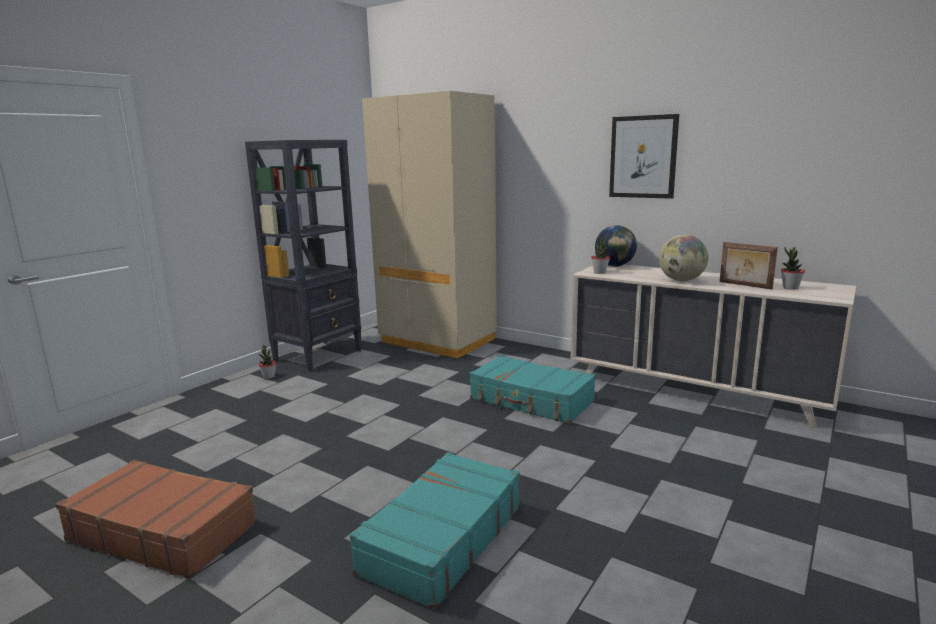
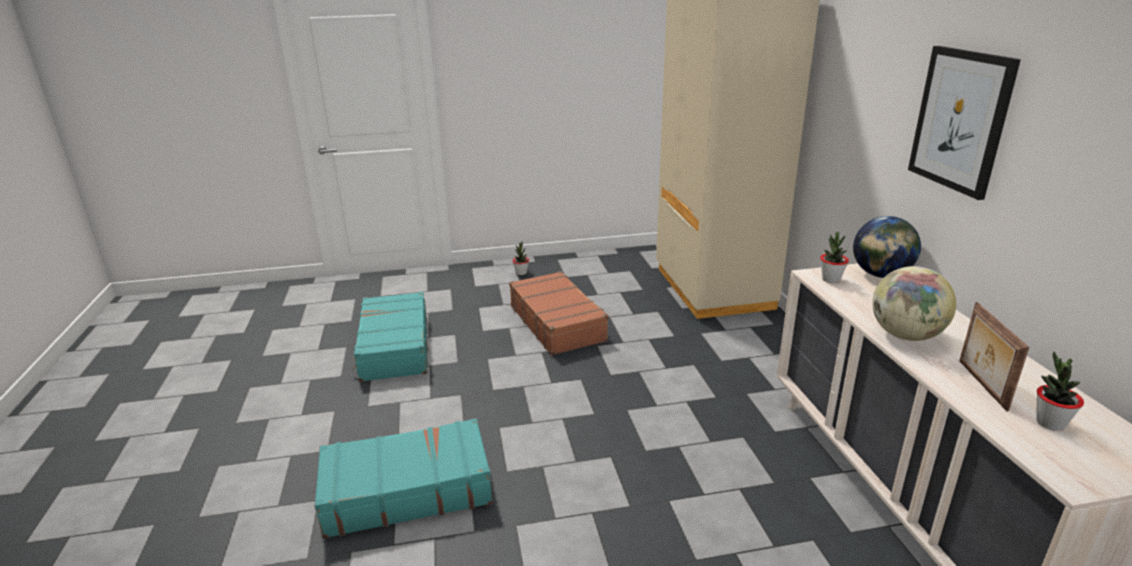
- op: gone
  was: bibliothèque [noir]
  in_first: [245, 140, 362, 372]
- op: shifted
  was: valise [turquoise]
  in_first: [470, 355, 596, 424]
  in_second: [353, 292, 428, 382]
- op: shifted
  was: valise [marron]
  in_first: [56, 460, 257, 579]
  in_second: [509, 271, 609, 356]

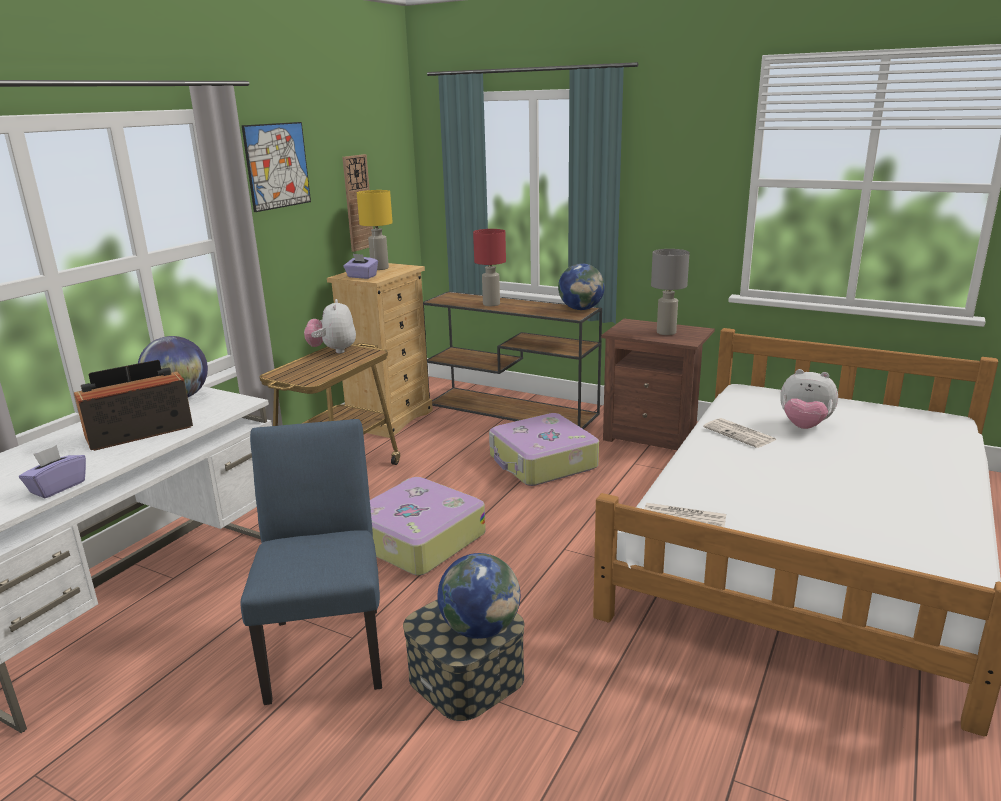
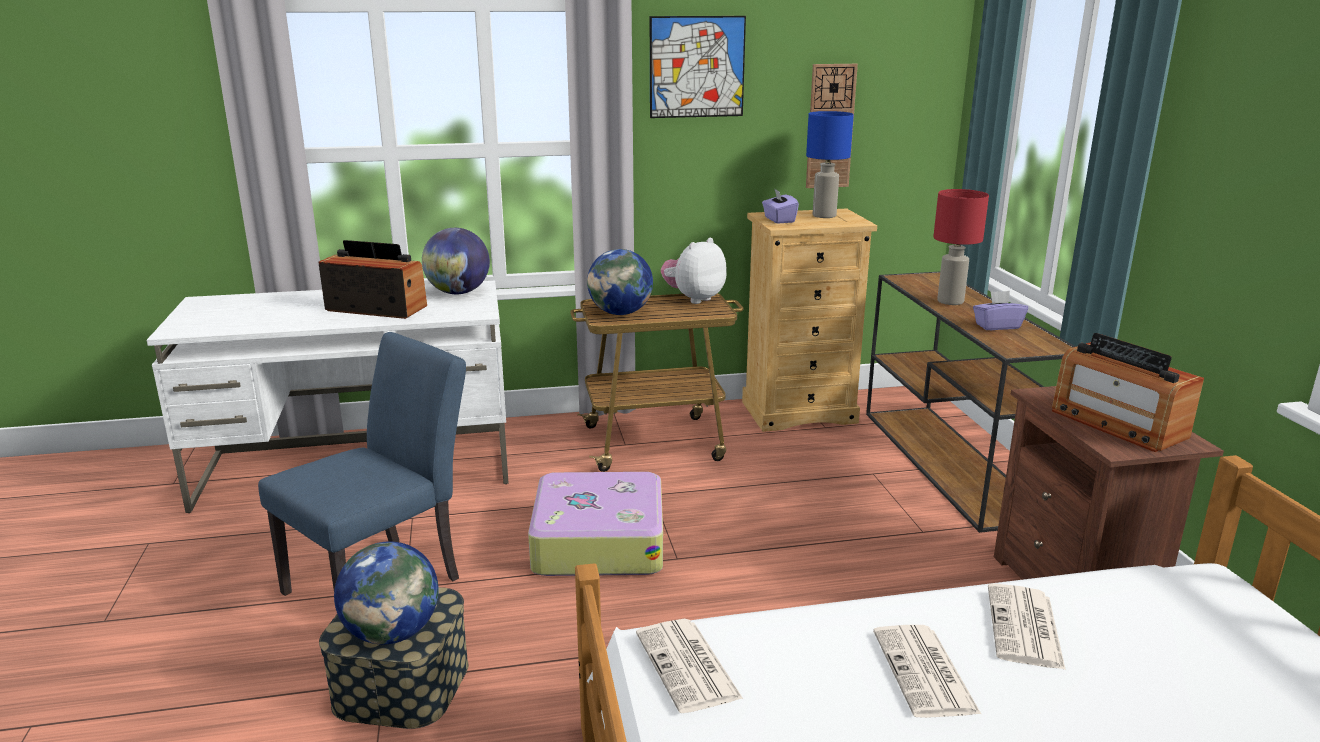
- op: repainted
  was: lampe de table [jaune]
  now: lampe de table [bleu]
  in_first: [357, 190, 393, 270]
  in_second: [806, 111, 854, 218]
- op: swapped
  was: lampe de table [gris]
  now: radio
  in_first: [651, 249, 690, 335]
  in_second: [1052, 333, 1204, 452]
- op: shifted
  was: globe
  in_first: [558, 263, 605, 310]
  in_second: [587, 249, 653, 315]
- op: gone
  was: peluche
  in_first: [780, 369, 838, 429]
- op: gone
  was: valise
  in_first: [489, 413, 599, 486]
- op: shifted
  was: boîte à mouchoirs [violet]
  in_first: [19, 445, 86, 498]
  in_second: [973, 291, 1028, 330]
- op: new
  now: journal
  in_second: [873, 625, 981, 718]

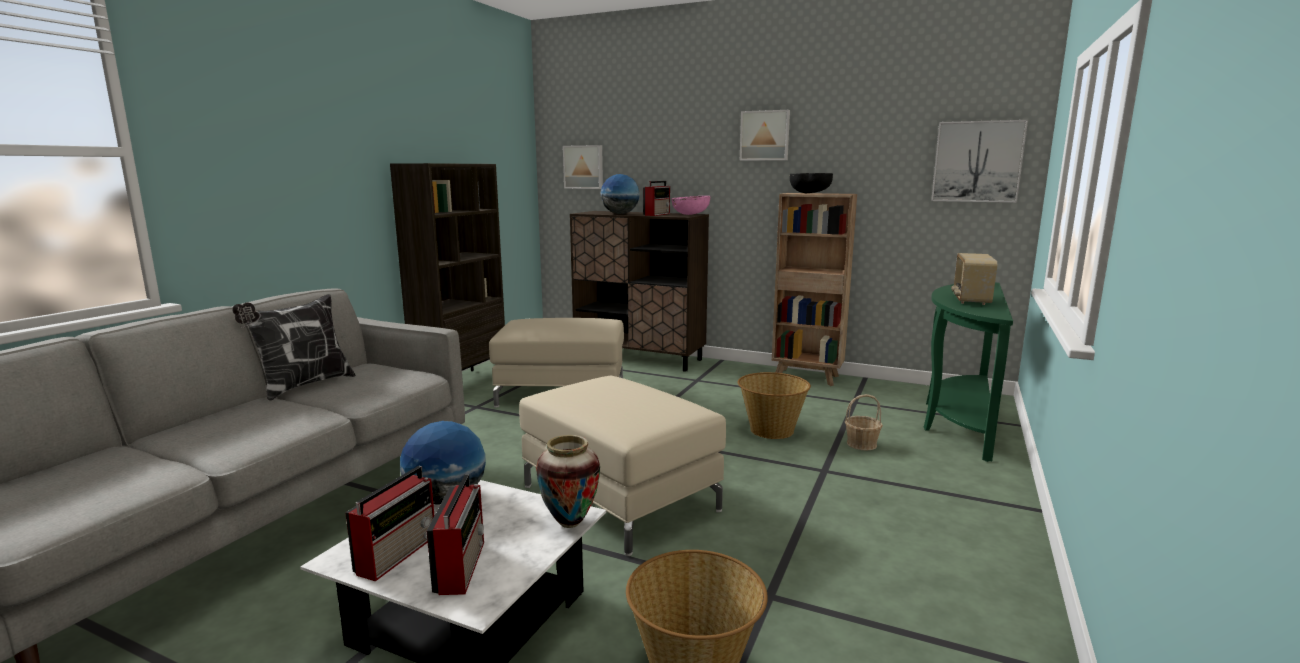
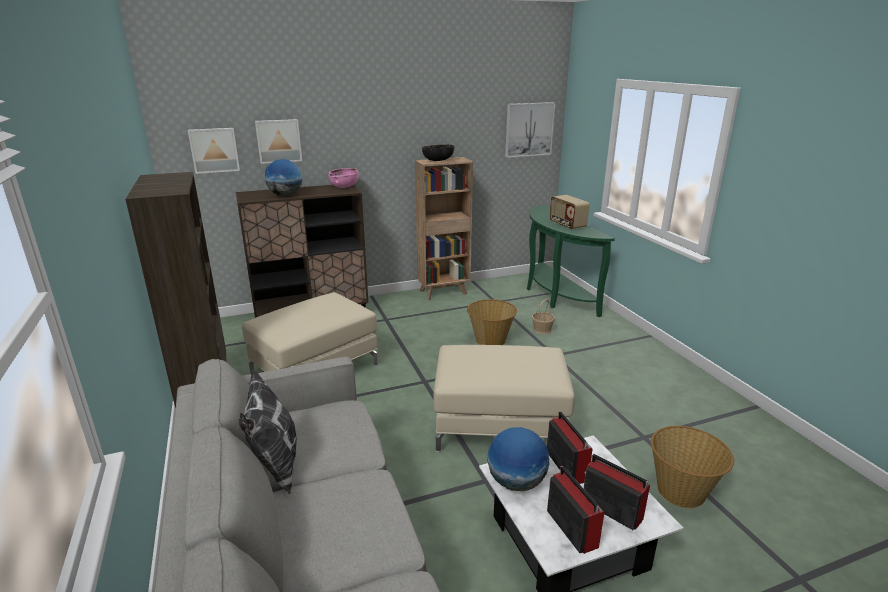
- op: shifted
  was: tableau
  in_first: [740, 110, 790, 161]
  in_second: [255, 119, 302, 164]
- op: shifted
  was: radio
  in_first: [643, 181, 670, 216]
  in_second: [547, 411, 593, 484]
- op: gone
  was: vase
  in_first: [536, 435, 600, 528]

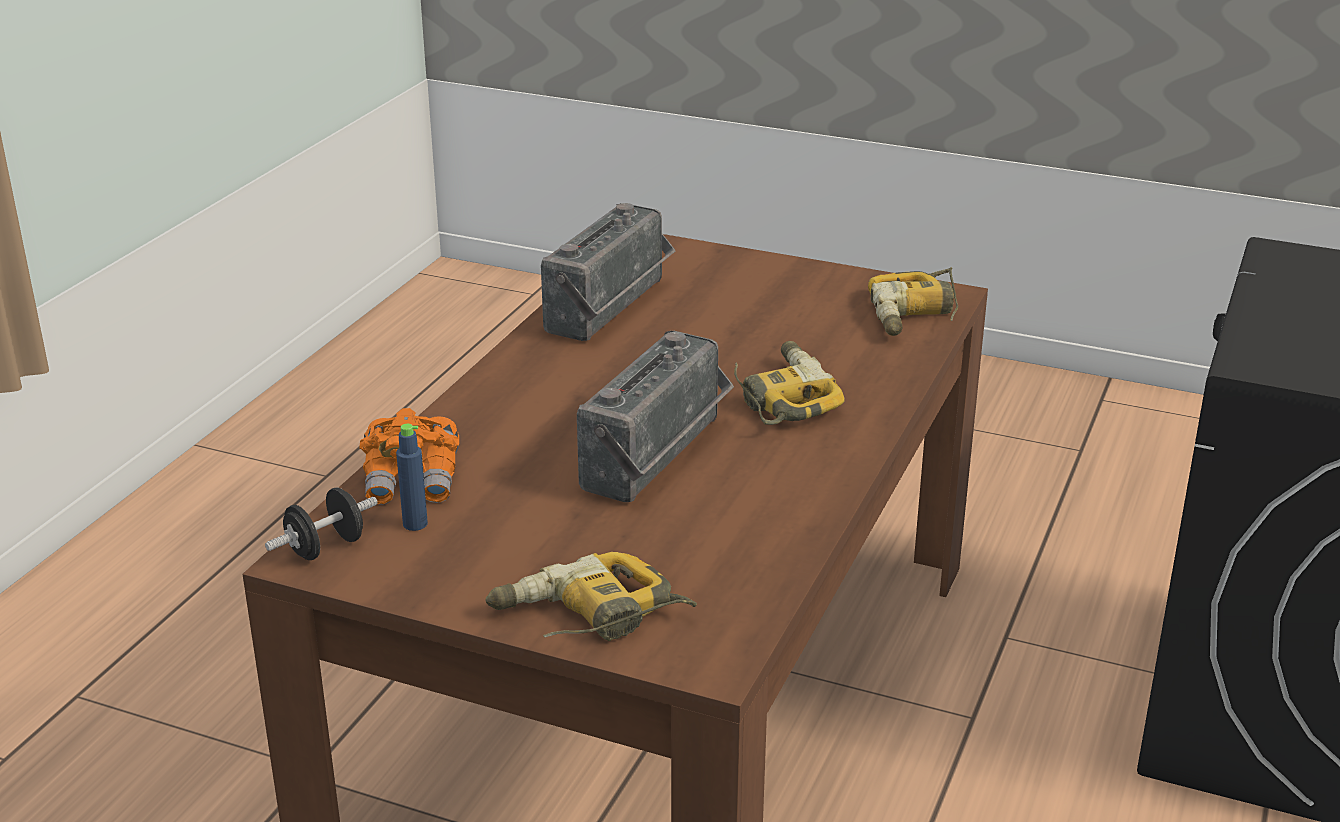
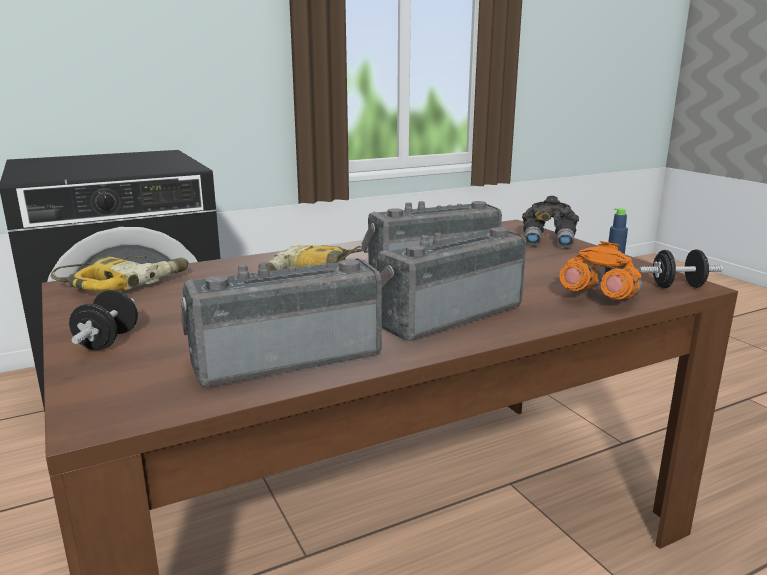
- op: swapped
  was: perceuse
  now: jumelles [gris]
  in_first: [485, 552, 697, 641]
  in_second: [522, 196, 579, 248]
- op: new
  now: radio
  in_second: [377, 227, 526, 341]
- op: new
  now: haltère [noir]
  in_second: [69, 290, 138, 350]

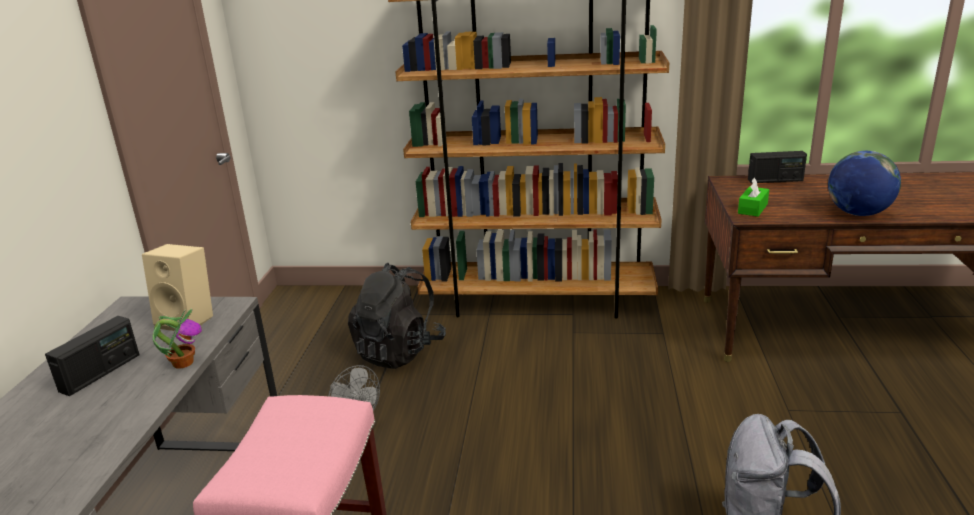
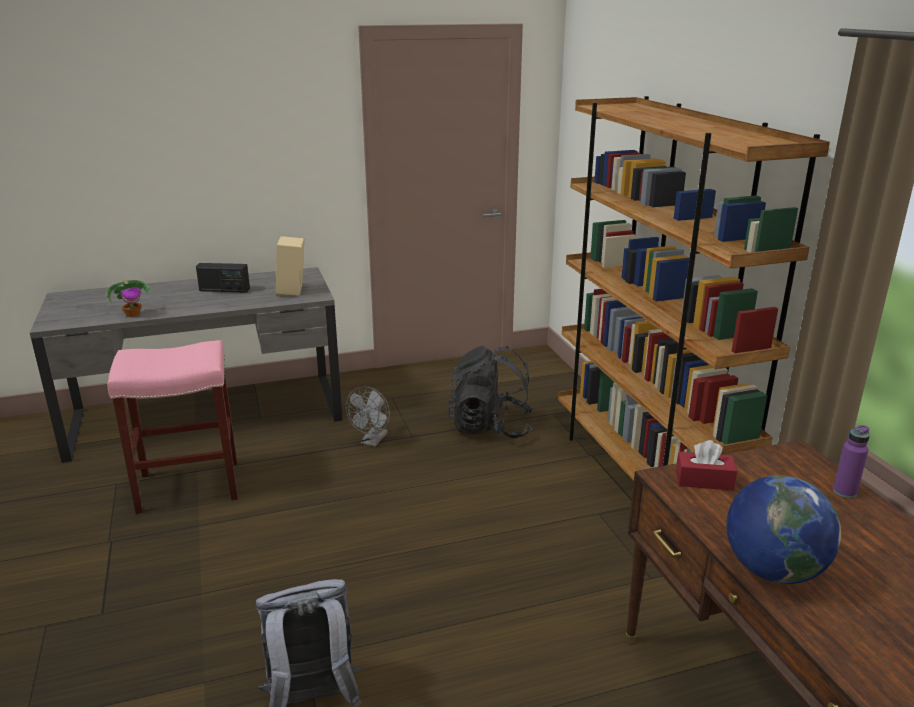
- op: swapped
  was: radio
  now: bouteille [violet]
  in_first: [748, 151, 807, 183]
  in_second: [833, 425, 870, 498]
- op: repainted
  was: boîte à mouchoirs [vert]
  now: boîte à mouchoirs [rouge]
  in_first: [738, 178, 769, 217]
  in_second: [676, 440, 737, 491]
- op: shifted
  was: plante en pot
  in_first: [152, 309, 202, 369]
  in_second: [106, 280, 152, 317]

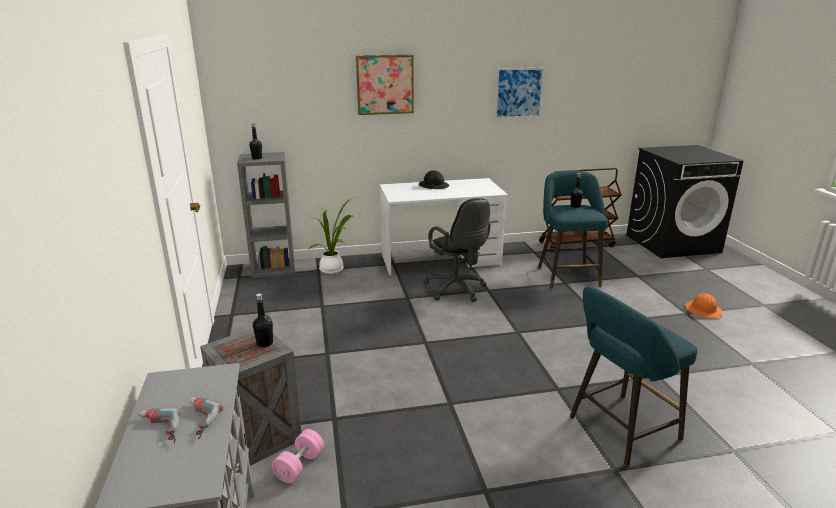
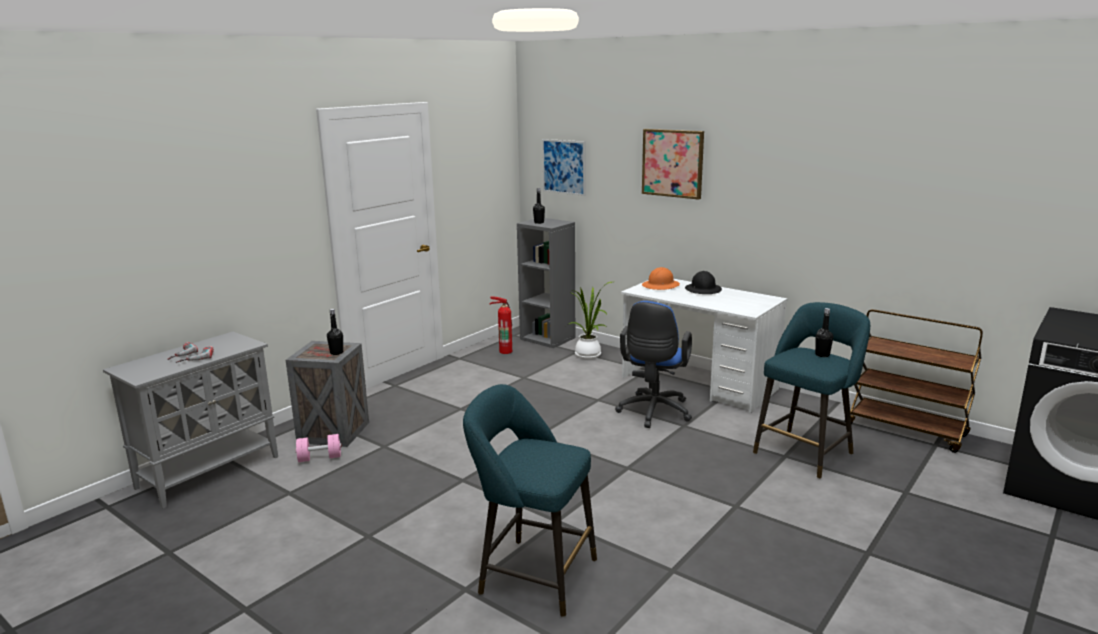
- op: shifted
  was: tableau
  in_first: [495, 68, 544, 119]
  in_second: [542, 139, 585, 196]
- op: repainted
  was: chaise de bureau [noir]
  now: chaise de bureau [bleu]
  in_first: [423, 198, 491, 302]
  in_second: [615, 301, 692, 428]
- op: shifted
  was: casque de chantier [orange]
  in_first: [685, 293, 723, 319]
  in_second: [642, 267, 680, 290]
- op: new
  now: extincteur
  in_second: [490, 296, 512, 354]

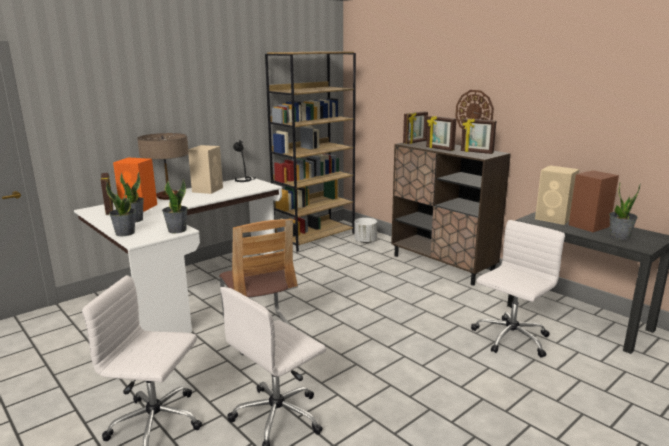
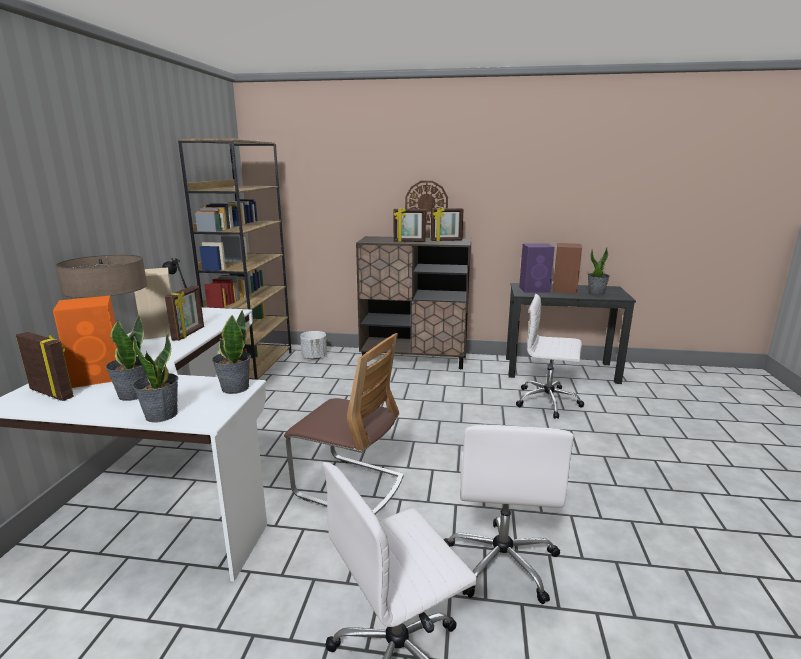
- op: shifted
  was: cadre photo
  in_first: [403, 111, 428, 144]
  in_second: [165, 286, 204, 341]
- op: repainted
  was: enceinte [beige]
  now: enceinte [violet]
  in_first: [535, 165, 579, 225]
  in_second: [519, 243, 555, 293]
- op: rotated
  was: chaise de bureau [blanc]
  in_first: [471, 220, 565, 358]
  in_second: [516, 294, 584, 419]
  clockwise: -75

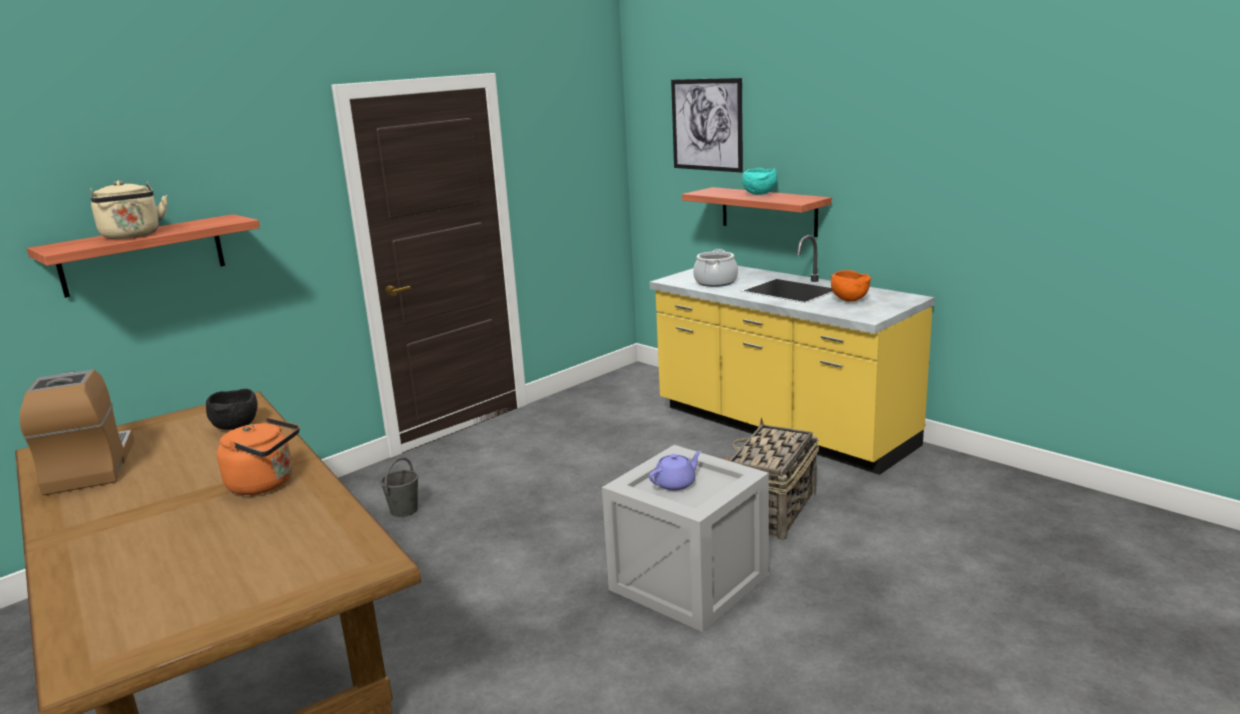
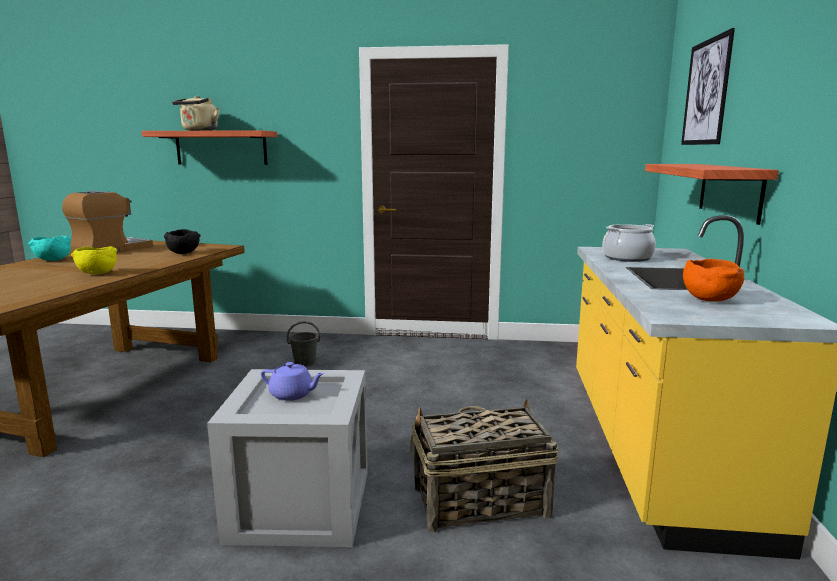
- op: shifted
  was: bol [turquoise]
  in_first: [742, 168, 778, 195]
  in_second: [28, 236, 71, 261]
- op: swapped
  was: bouilloire [orange]
  now: bol [jaune]
  in_first: [217, 417, 300, 495]
  in_second: [71, 246, 117, 275]

